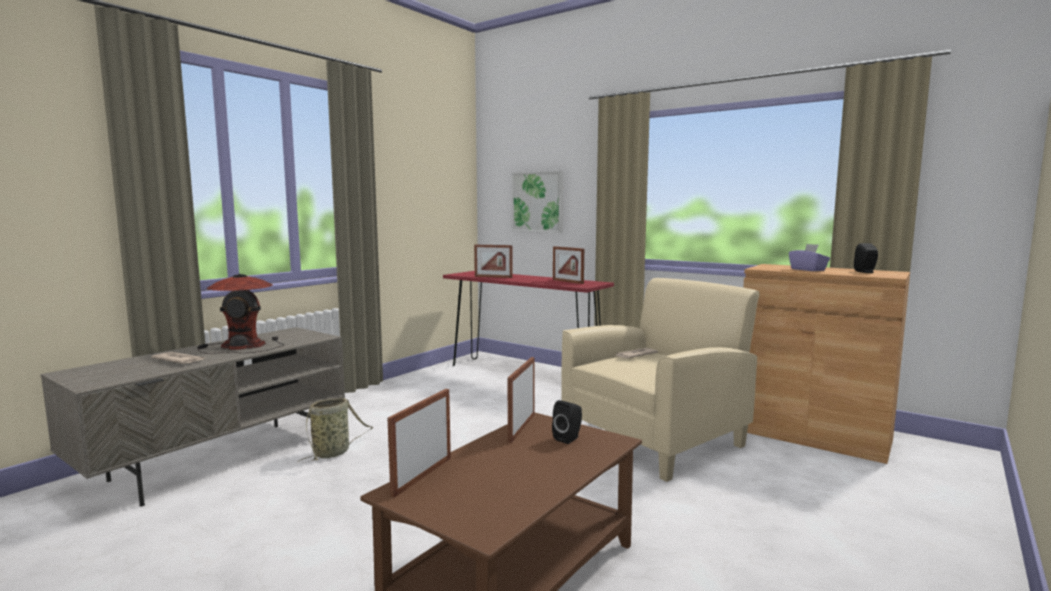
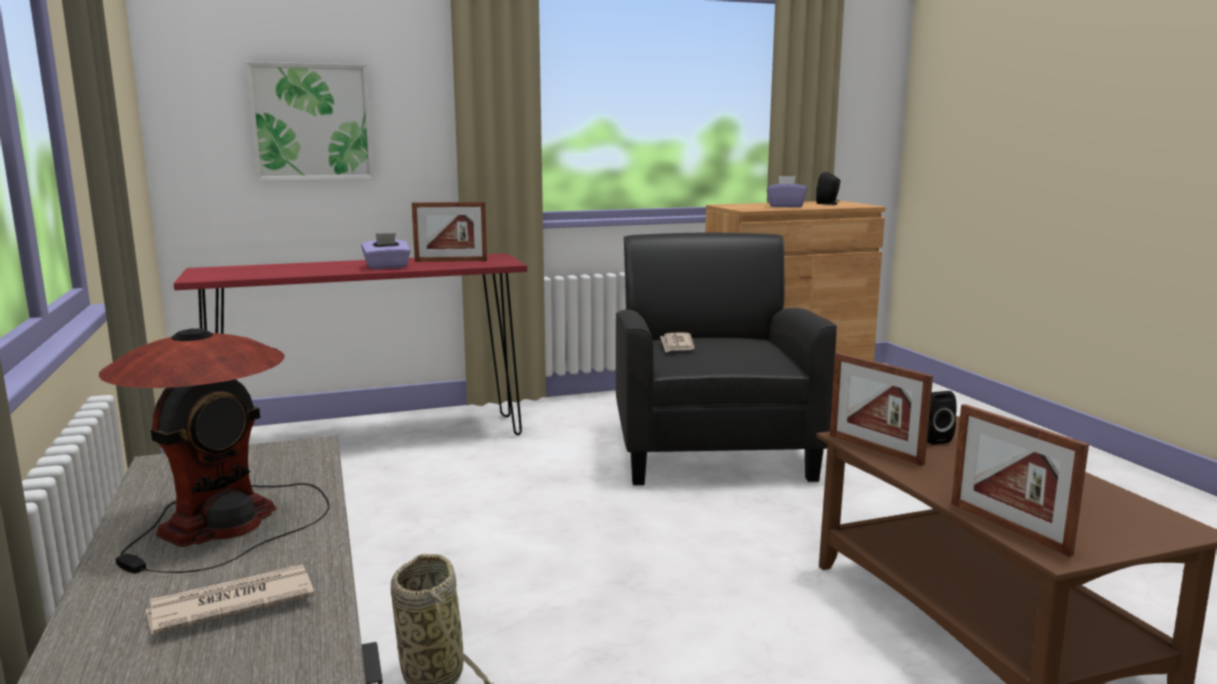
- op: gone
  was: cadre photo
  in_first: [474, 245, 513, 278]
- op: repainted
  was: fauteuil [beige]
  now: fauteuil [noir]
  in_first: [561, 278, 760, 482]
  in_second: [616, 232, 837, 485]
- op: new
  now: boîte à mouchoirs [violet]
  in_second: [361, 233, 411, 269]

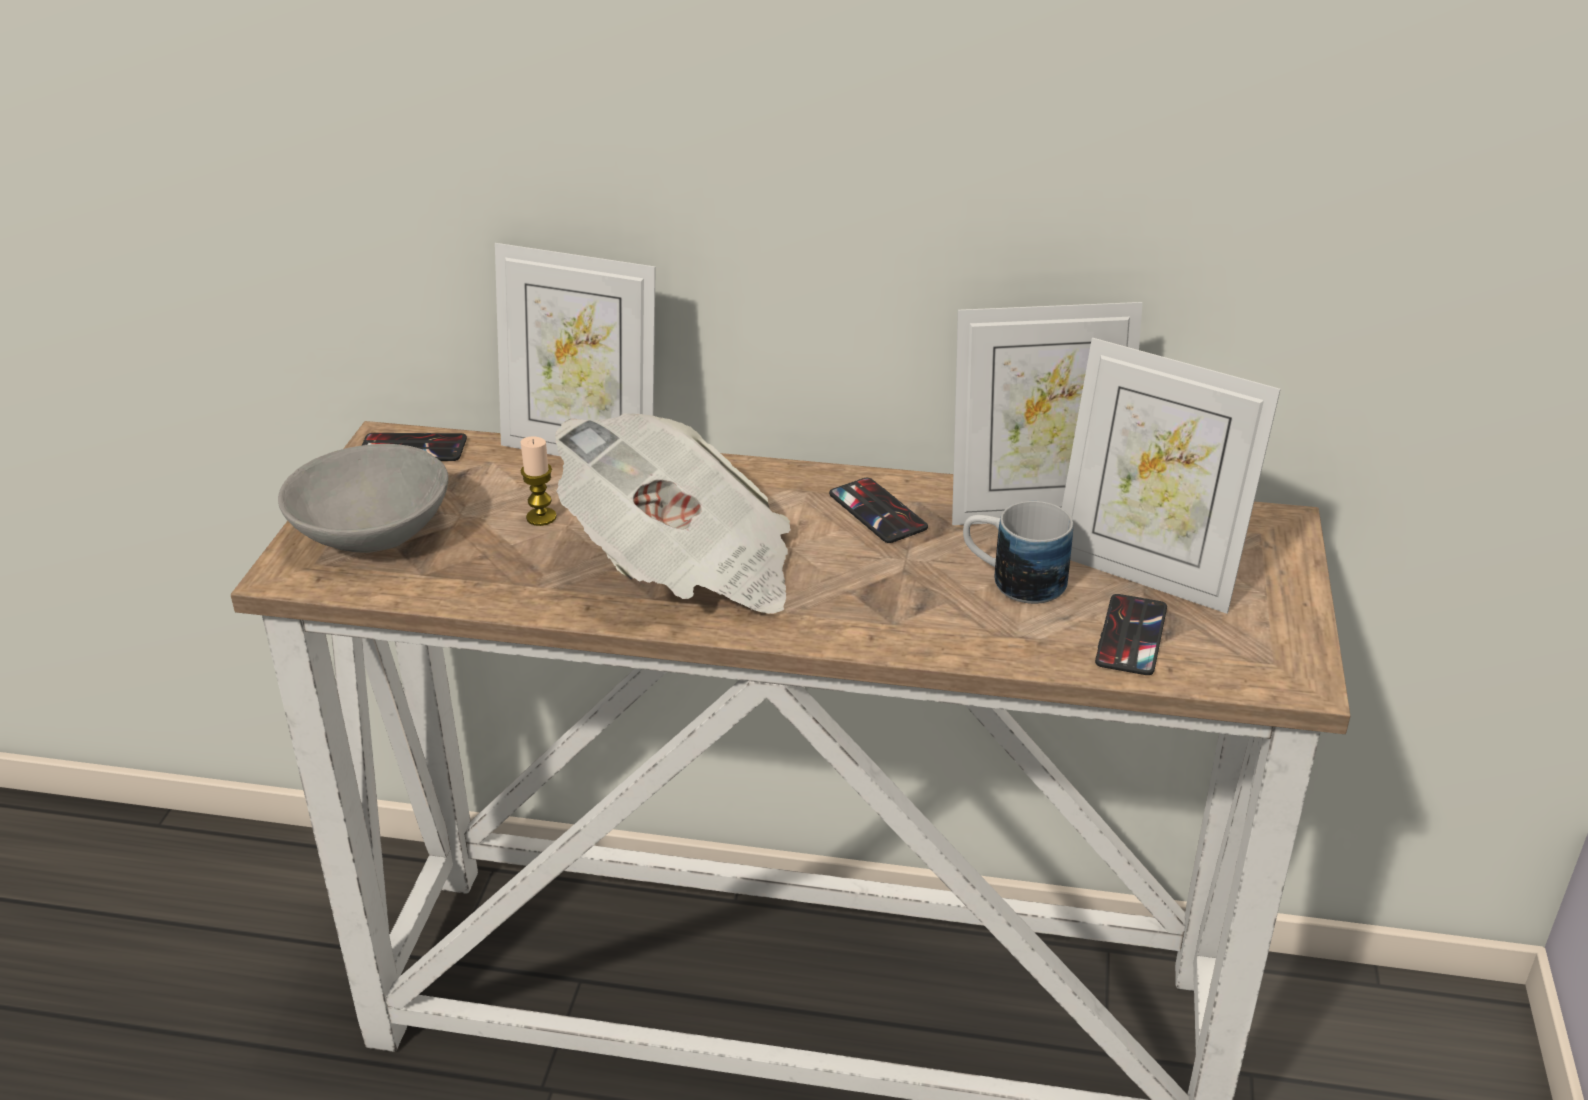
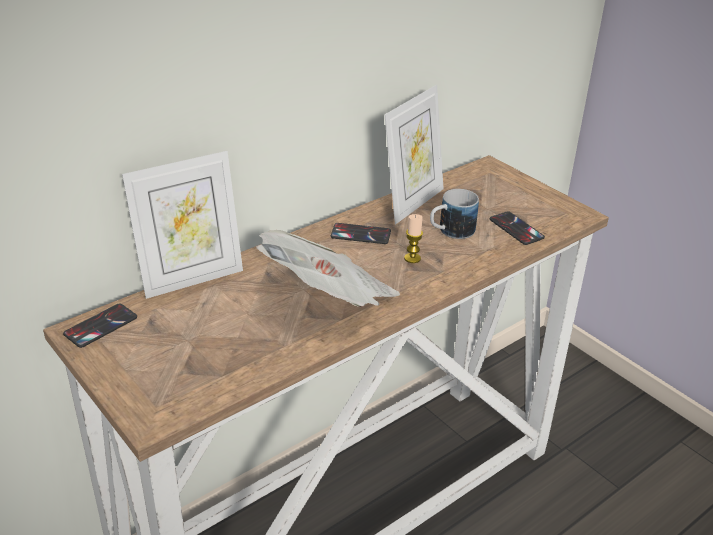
- op: gone
  was: cadre photo
  in_first: [1062, 338, 1281, 614]
- op: shifted
  was: bougie
  in_first: [521, 436, 557, 526]
  in_second: [404, 214, 423, 263]
- op: gone
  was: bol [gris]
  in_first: [278, 444, 449, 553]

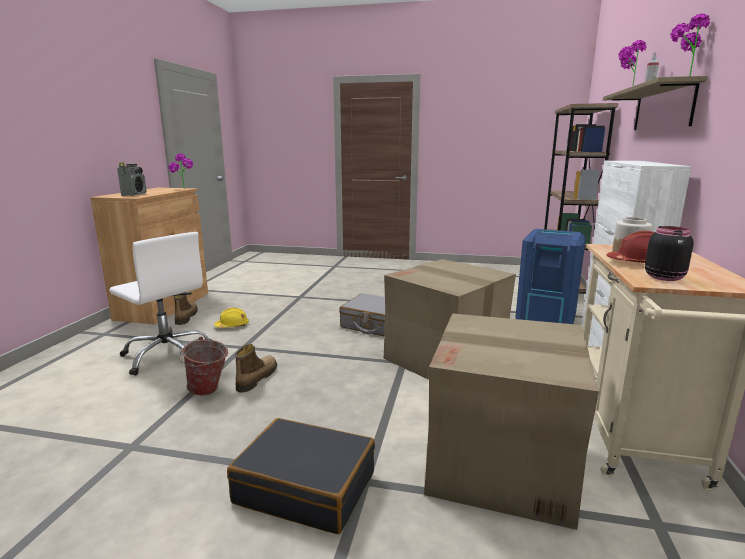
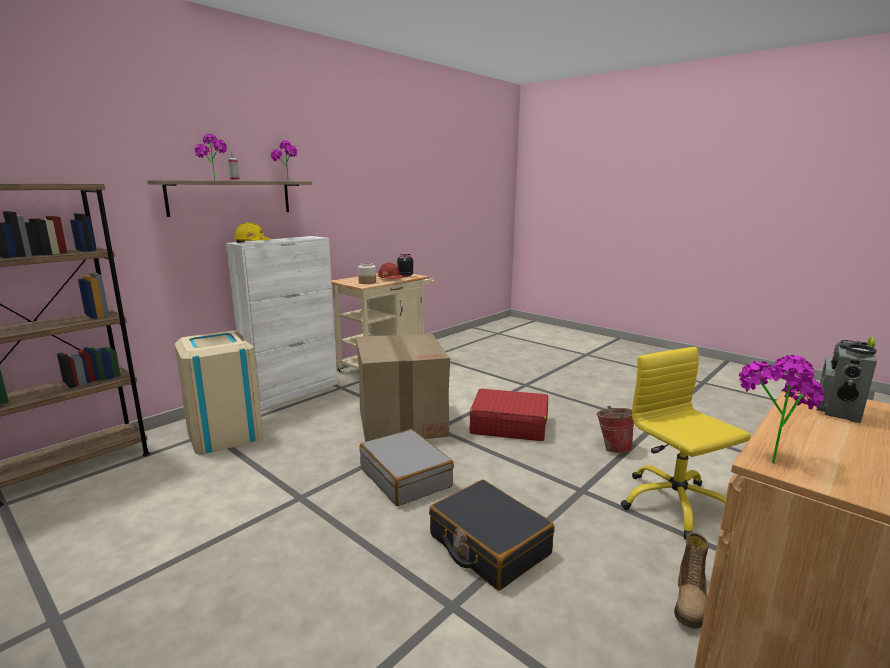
- op: repainted
  was: poubelle [bleu]
  now: poubelle [beige]
  in_first: [515, 229, 586, 324]
  in_second: [174, 330, 263, 455]
- op: repainted
  was: chaise de bureau [blanc]
  now: chaise de bureau [jaune]
  in_first: [109, 232, 211, 376]
  in_second: [621, 347, 751, 540]
- op: shifted
  was: casque de chantier [jaune]
  in_first: [214, 307, 249, 328]
  in_second: [233, 222, 270, 243]
- op: gone
  was: carton
  in_first: [424, 313, 599, 530]
- op: gone
  was: botte
  in_first: [235, 344, 277, 393]
- op: shifted
  was: valise [noir]
  in_first: [227, 418, 375, 534]
  in_second: [429, 480, 554, 591]
- op: new
  now: valise [rouge]
  in_second: [469, 389, 548, 441]

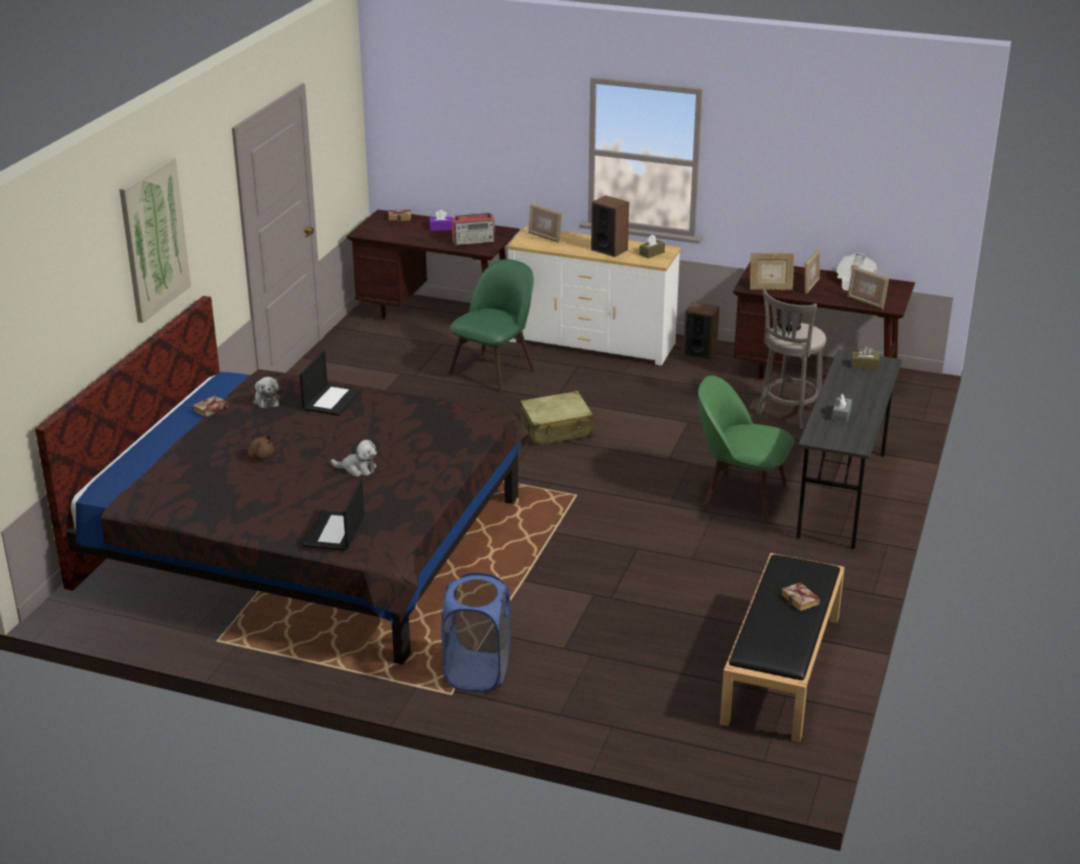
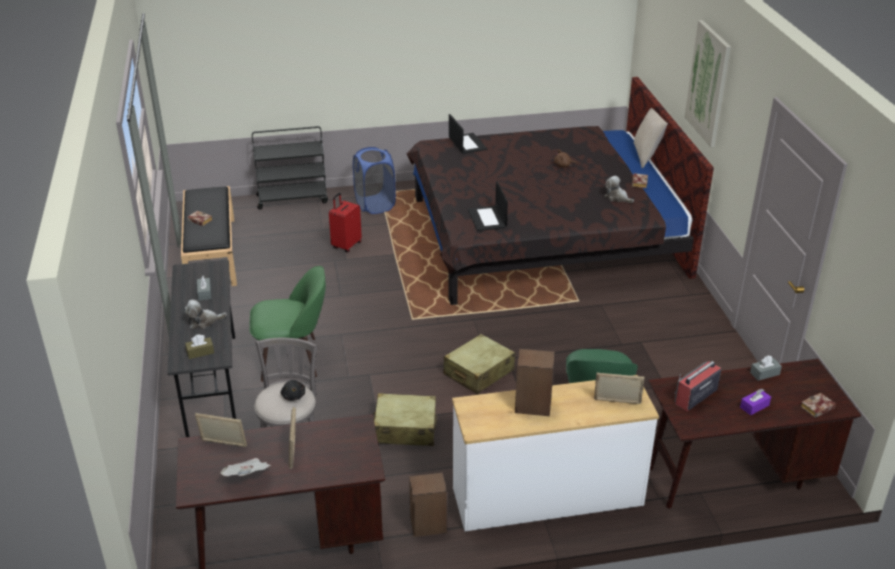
- op: gone
  was: boîte à mouchoirs [marron]
  in_first: [639, 234, 665, 258]
- op: gone
  was: cadre photo
  in_first: [750, 253, 794, 290]
- op: shifted
  was: ordinateur portable
  in_first: [300, 350, 362, 416]
  in_second: [468, 181, 508, 231]
- op: shifted
  was: peluche
  in_first: [330, 440, 377, 477]
  in_second: [184, 300, 227, 329]
- op: new
  now: coussin [beige]
  in_second: [634, 108, 668, 168]
- op: new
  now: chariot [noir]
  in_second: [252, 126, 328, 209]
- op: new
  now: valise [rouge]
  in_second: [329, 193, 362, 252]
- op: new
  now: boîte à mouchoirs [gris]
  in_second: [750, 355, 782, 381]
- op: new
  now: valise [beige]
  in_second: [373, 393, 437, 446]

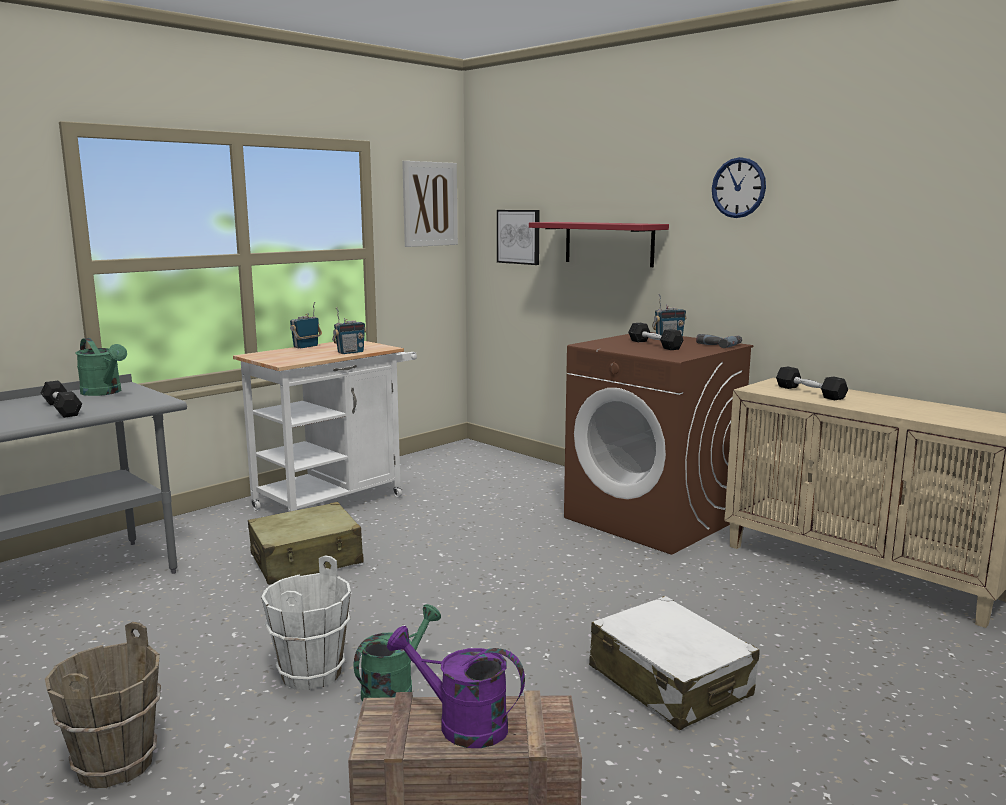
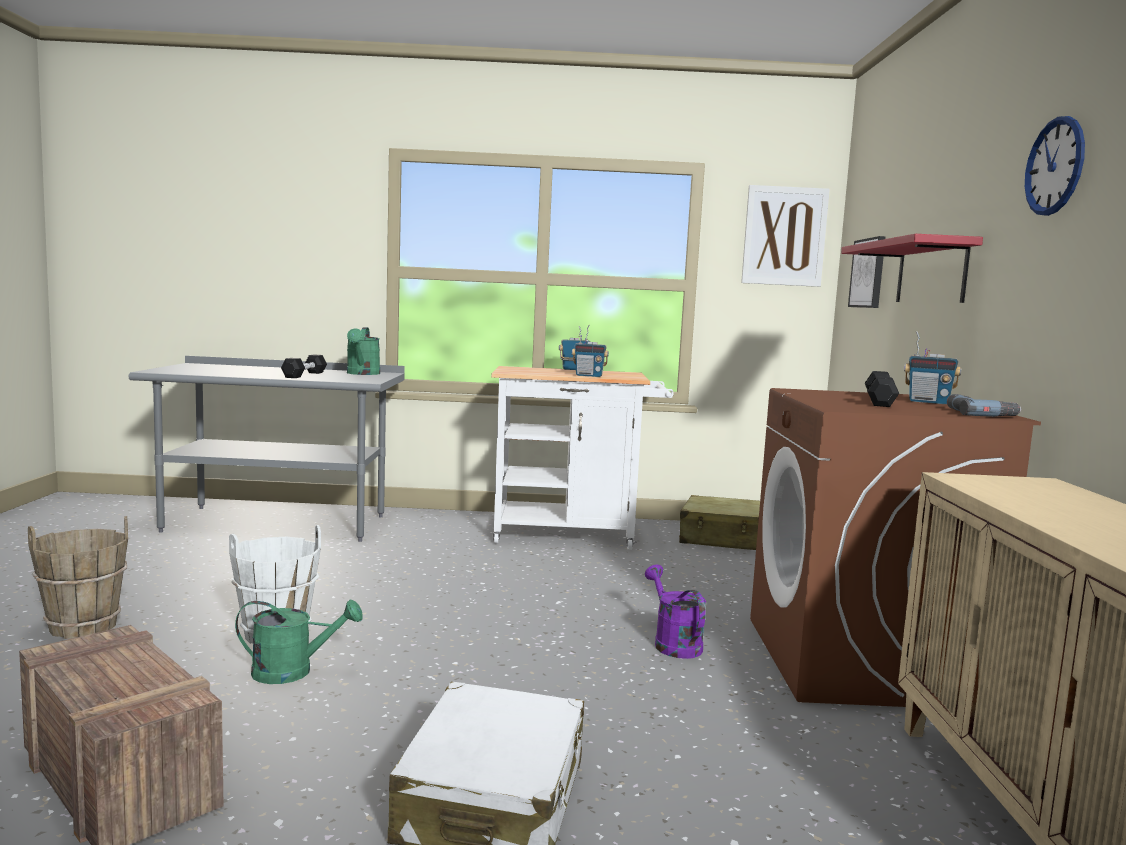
- op: gone
  was: haltère [noir]
  in_first: [776, 367, 848, 401]
- op: shifted
  was: valise [beige]
  in_first: [248, 502, 364, 585]
  in_second: [679, 495, 760, 550]
- op: shifted
  was: arrosoir [violet]
  in_first: [387, 626, 525, 748]
  in_second: [645, 565, 706, 659]

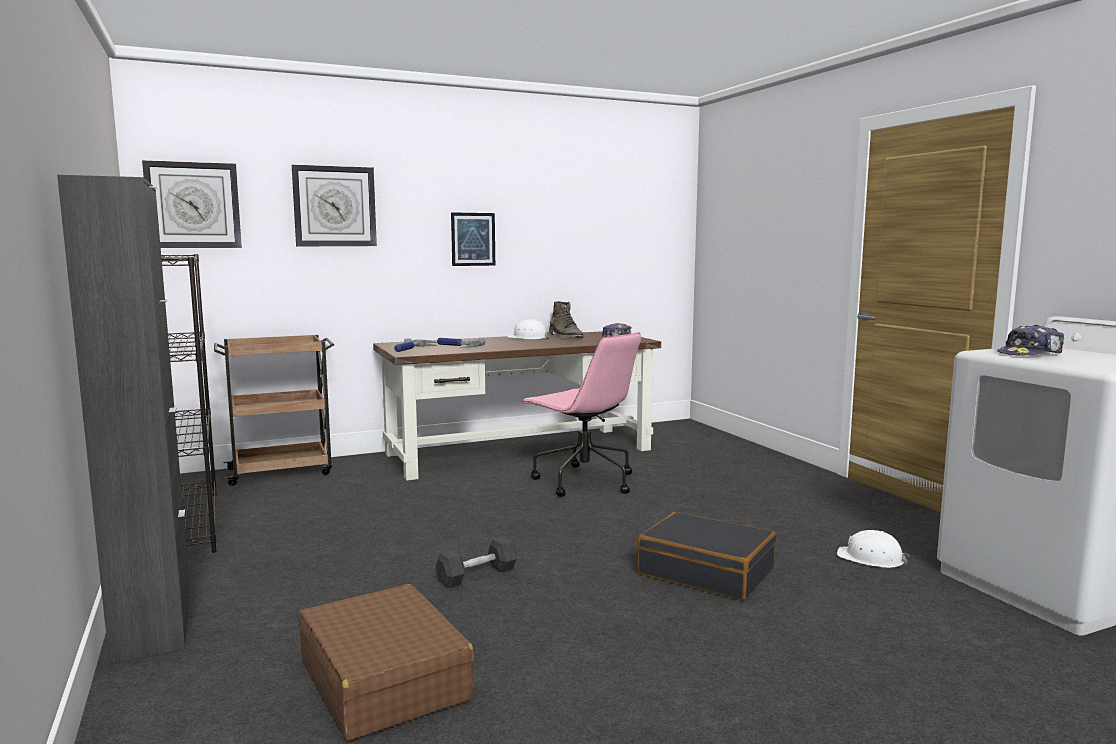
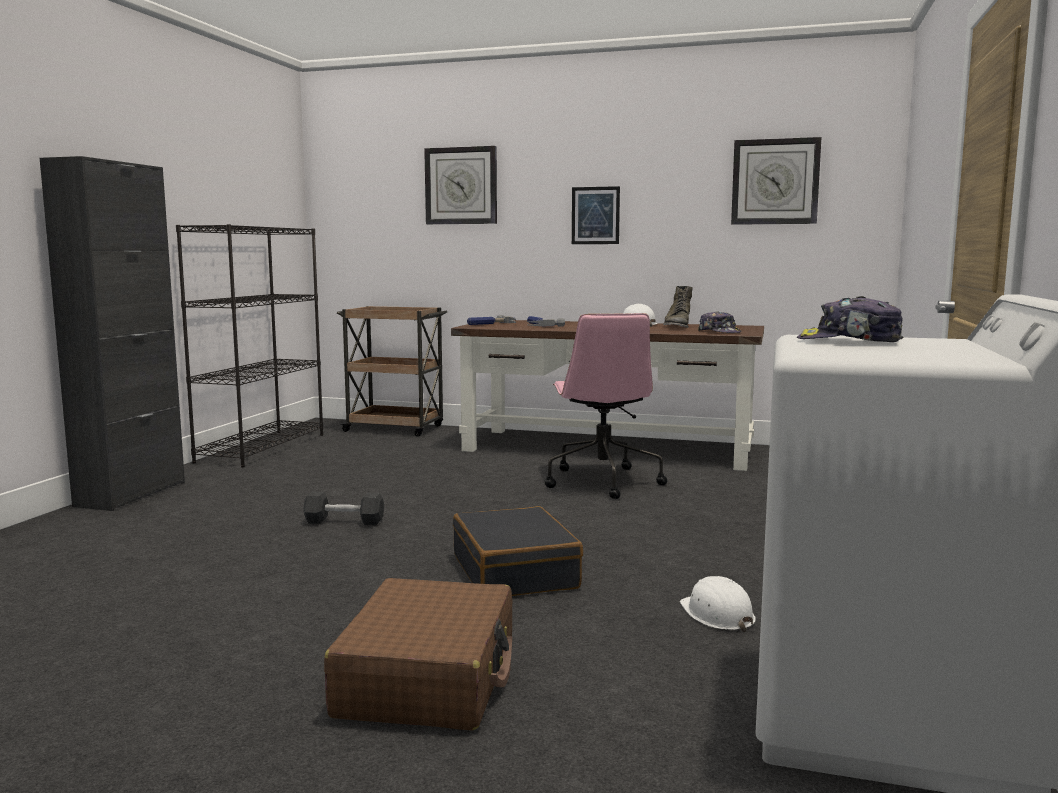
- op: shifted
  was: horloge murale
  in_first: [142, 160, 242, 248]
  in_second: [731, 137, 822, 225]
- op: shifted
  was: valise [marron]
  in_first: [299, 584, 474, 740]
  in_second: [324, 578, 512, 731]

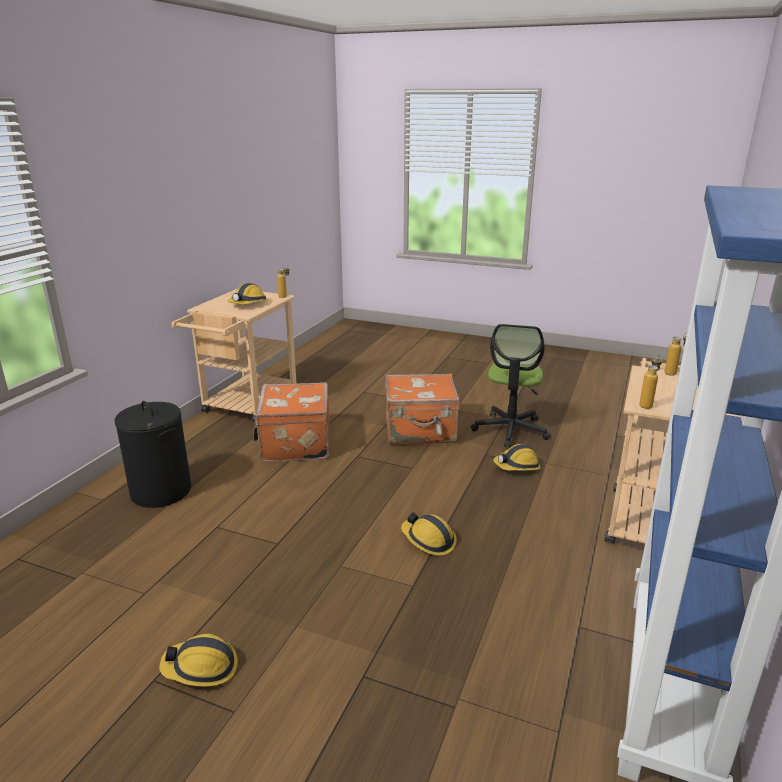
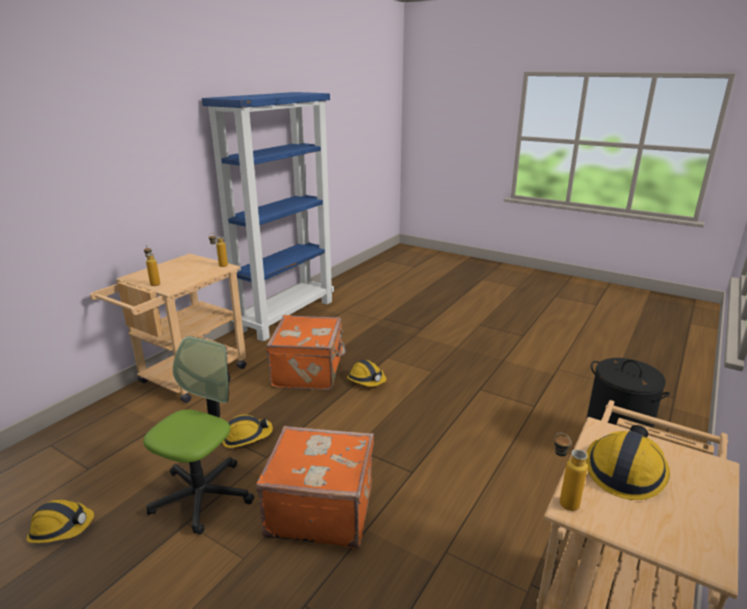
- op: shifted
  was: valise [orange]
  in_first: [253, 382, 330, 462]
  in_second: [266, 315, 346, 390]
- op: shifted
  was: casque de chantier
  in_first: [159, 634, 238, 687]
  in_second: [26, 500, 94, 543]

